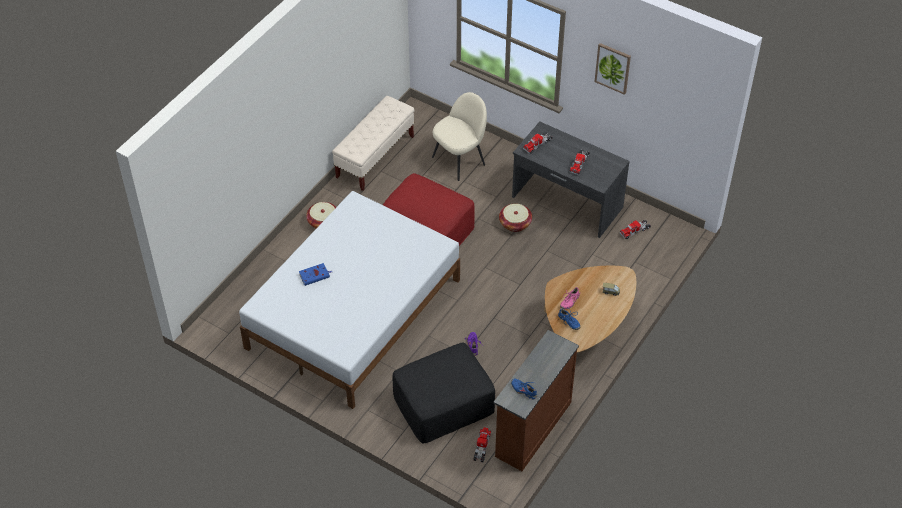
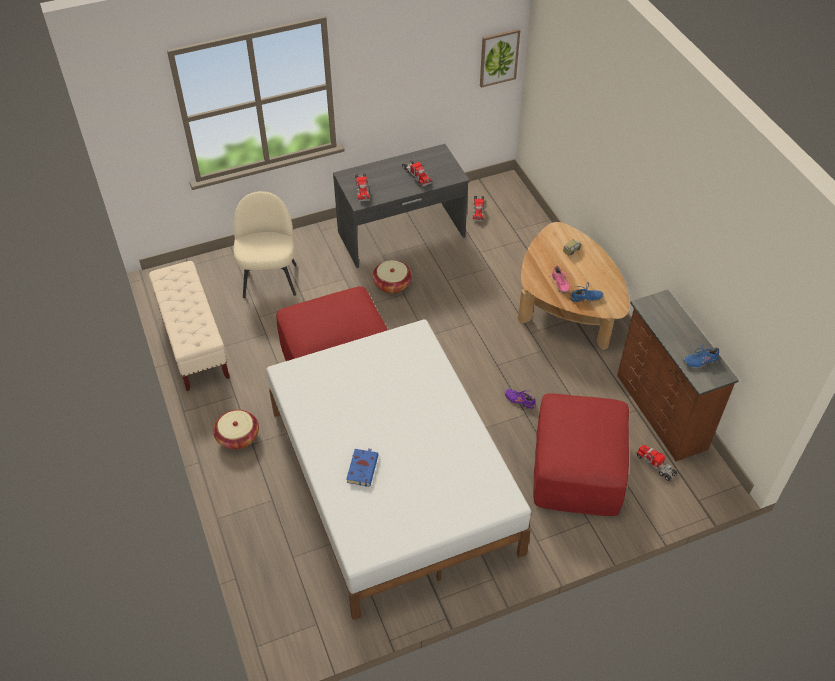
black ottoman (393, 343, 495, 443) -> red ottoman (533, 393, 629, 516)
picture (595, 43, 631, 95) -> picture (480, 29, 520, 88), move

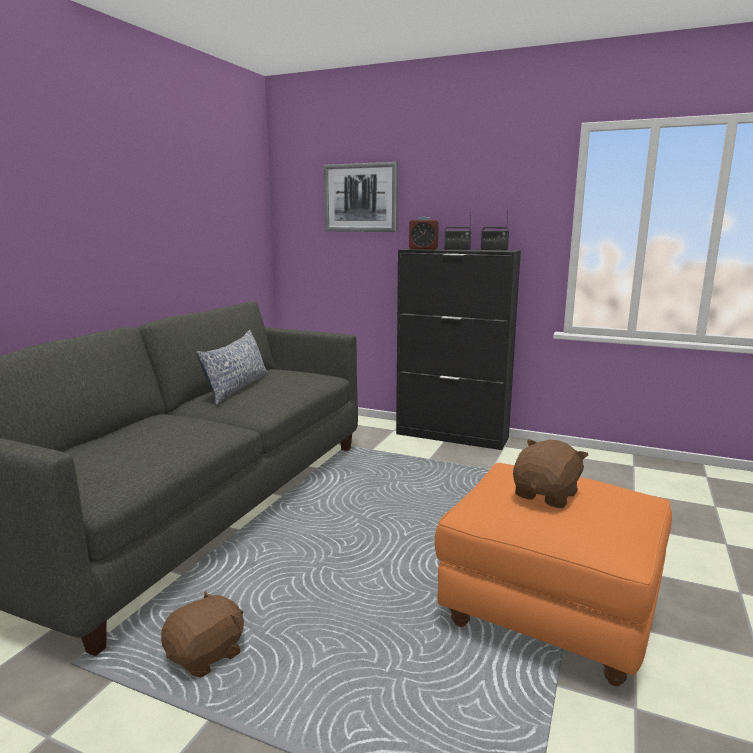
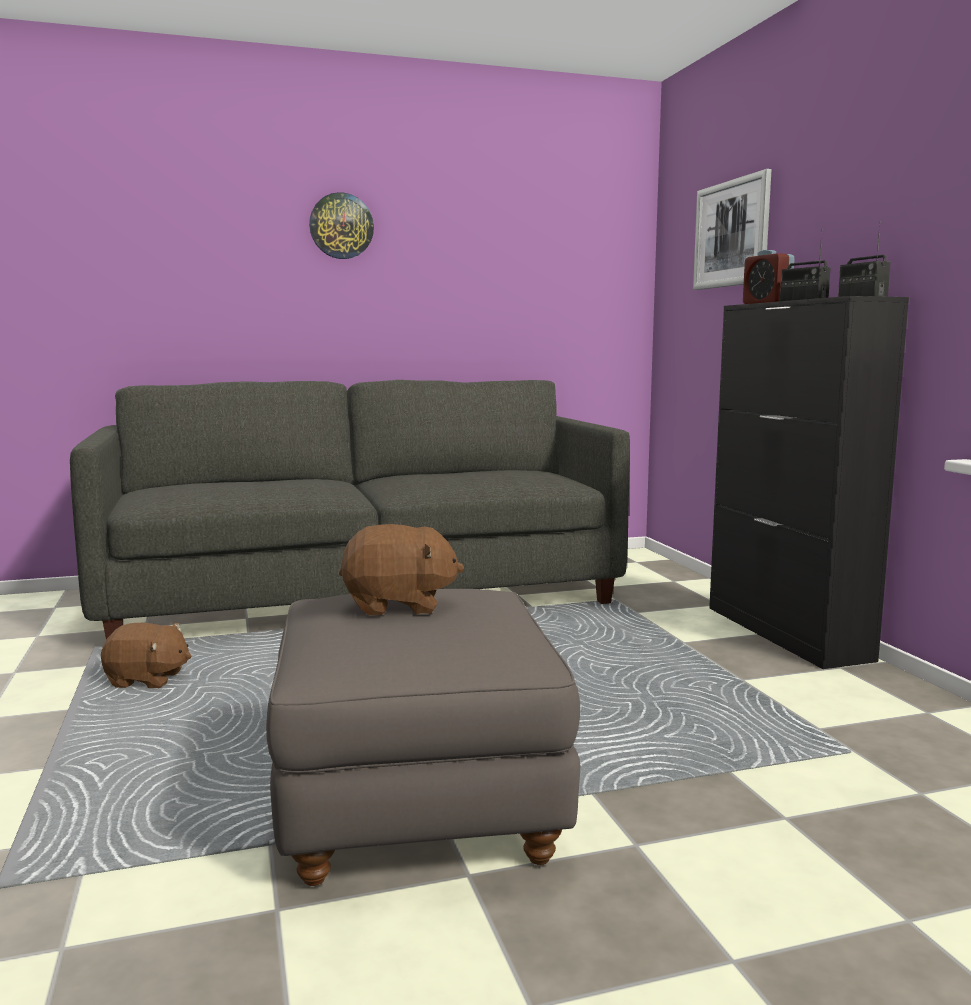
pillow (196, 330, 268, 405) -> none
orange ottoman (435, 463, 672, 686) -> grey ottoman (266, 589, 580, 886)
none -> wall clock (309, 192, 374, 259)

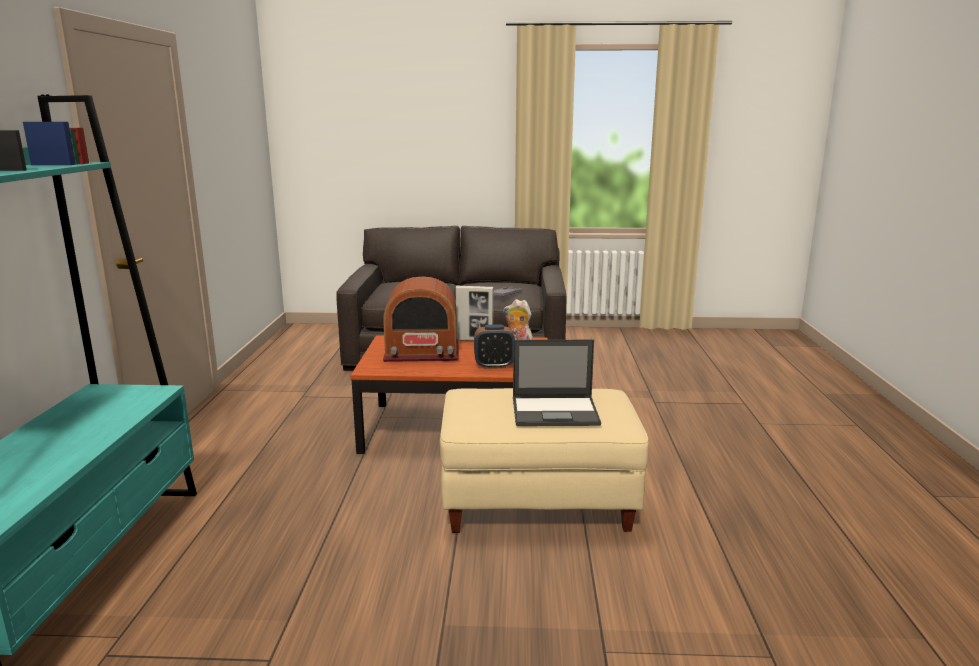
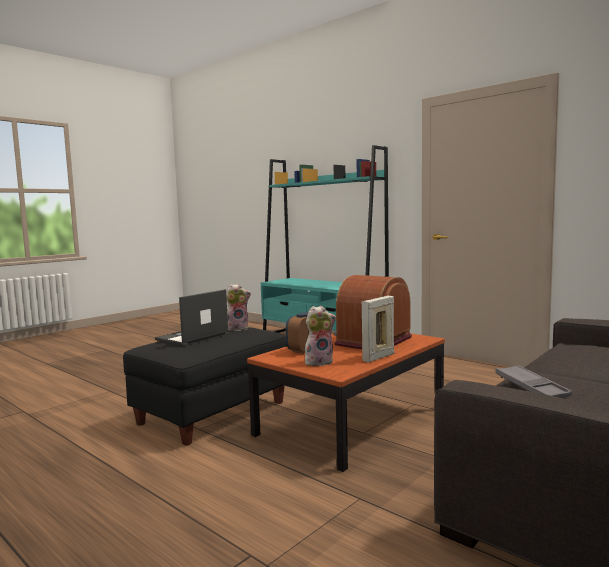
beige ottoman (440, 388, 649, 533) -> black ottoman (123, 327, 287, 446)
none -> plush toy (226, 284, 251, 331)

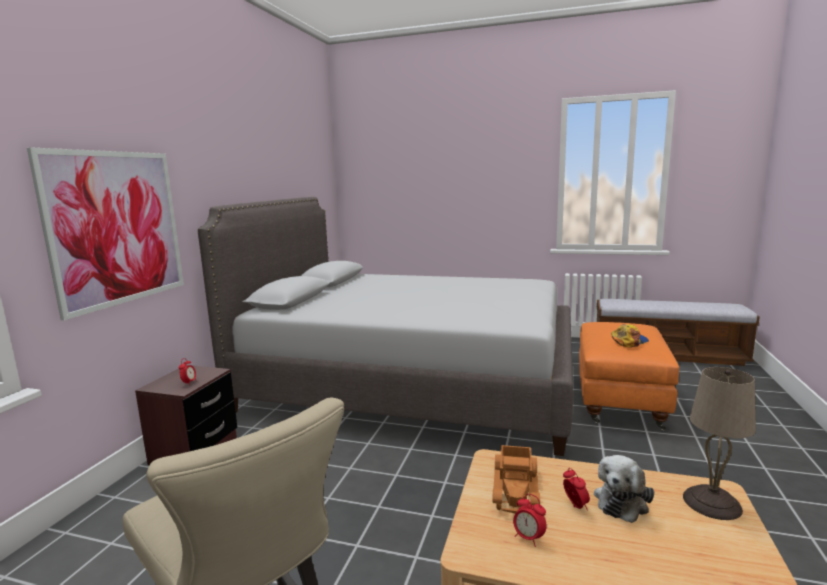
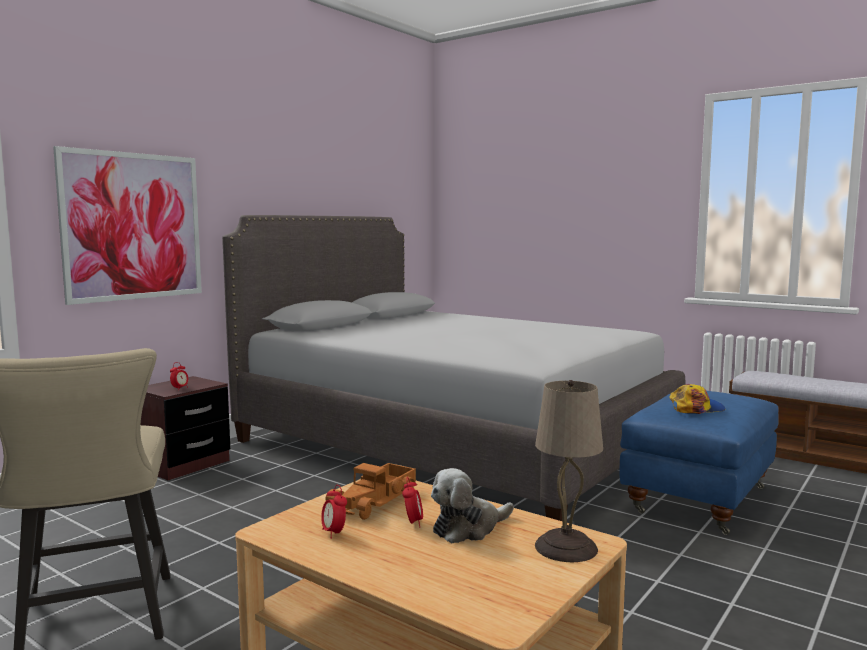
orange ottoman (579, 322, 679, 430) -> blue ottoman (619, 391, 779, 535)

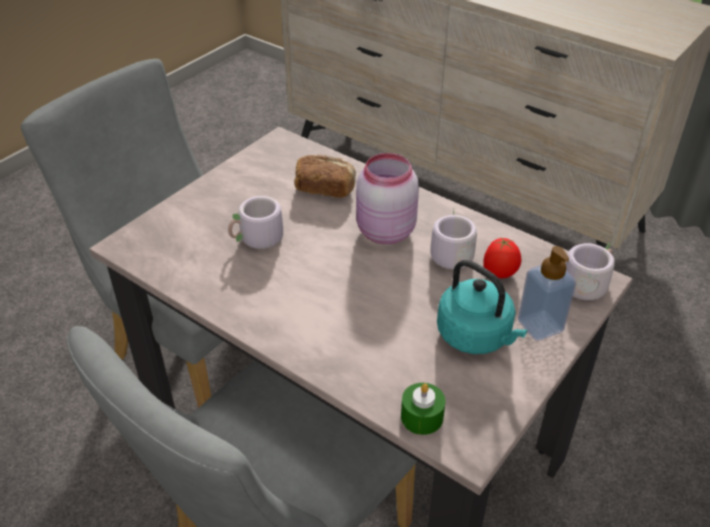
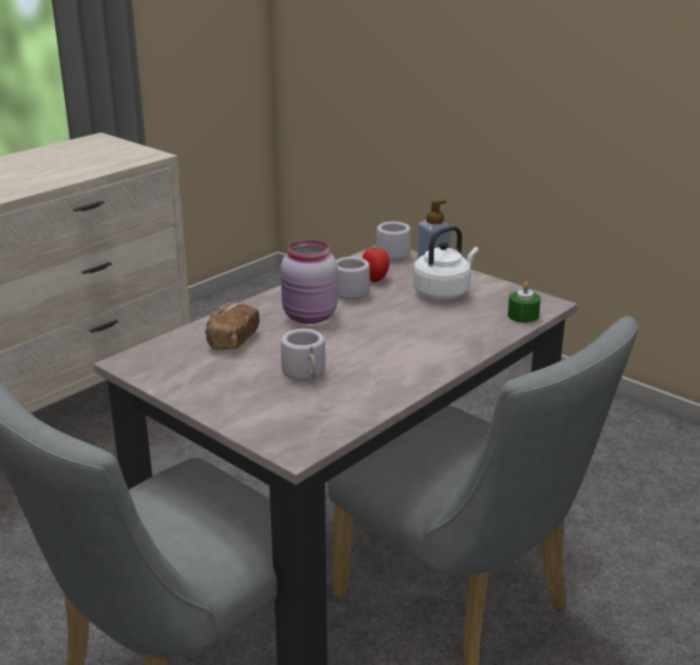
turquoise kettle (437, 260, 528, 354) -> white kettle (413, 226, 479, 300)

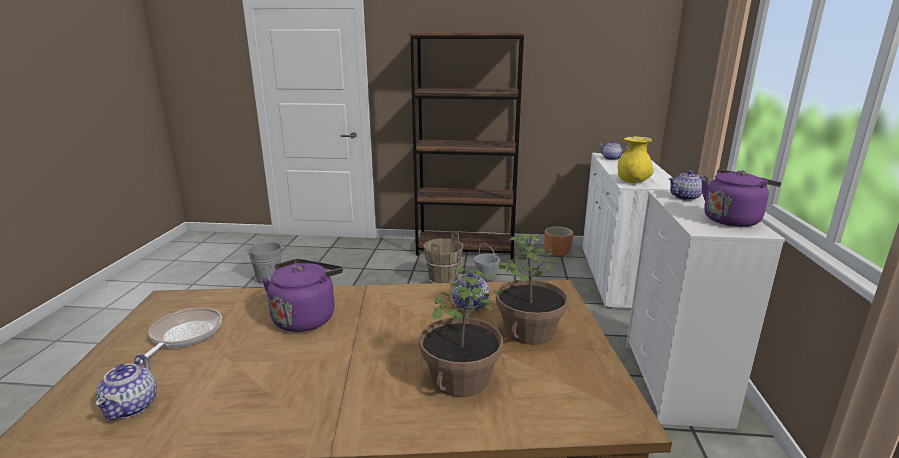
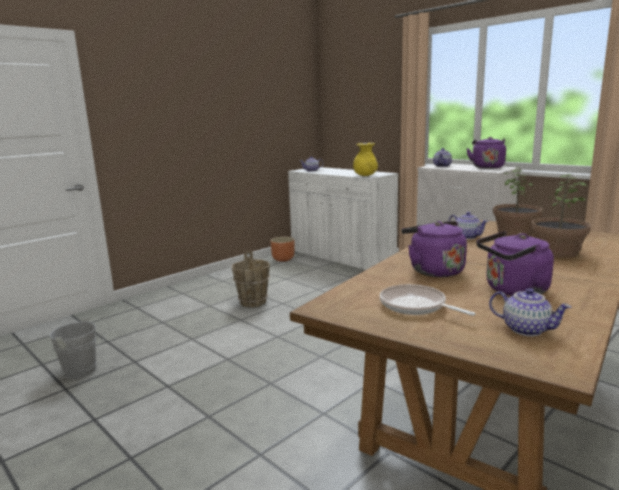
brown bookcase (410, 32, 525, 259) -> none
grey bucket (474, 243, 500, 282) -> none
none -> purple kettle (476, 231, 554, 296)

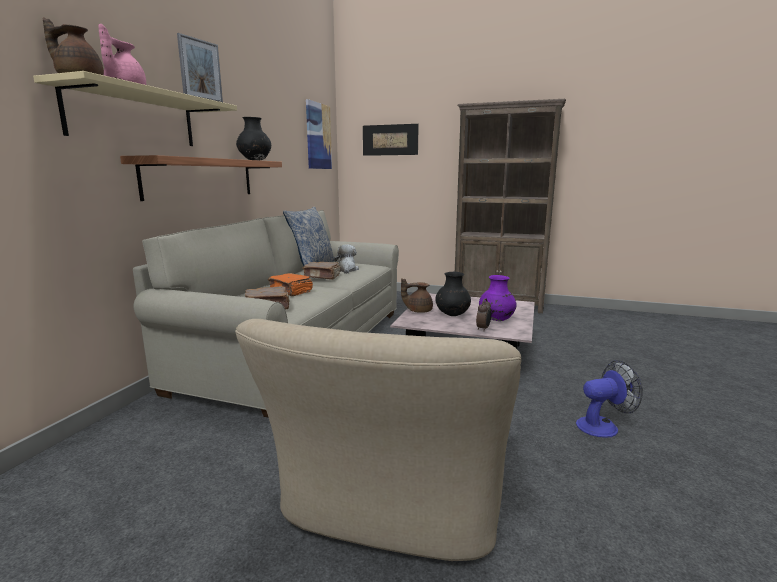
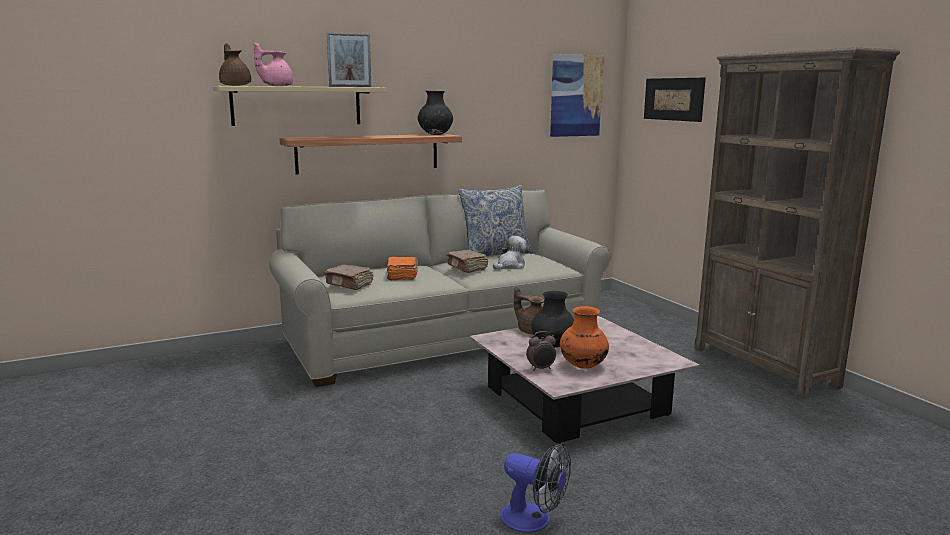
beige armchair (235, 319, 522, 561) -> none
purple vase (479, 275, 517, 321) -> orange vase (560, 306, 609, 369)

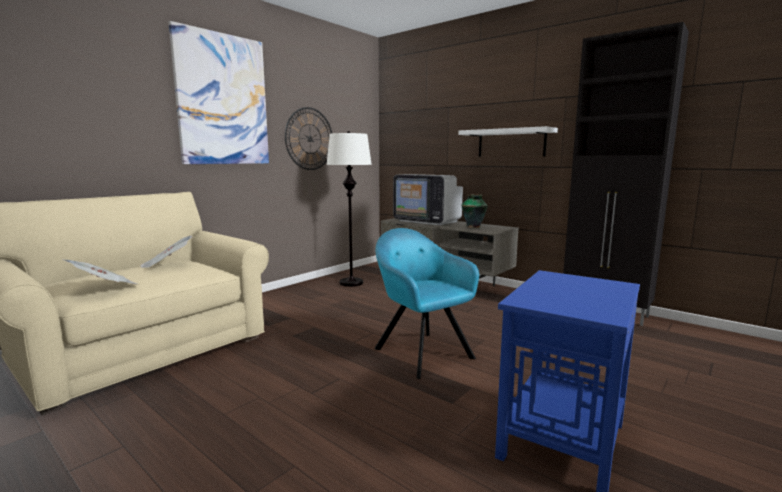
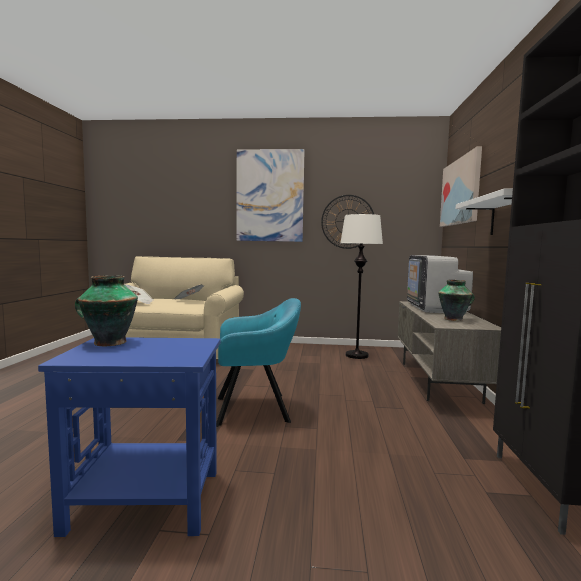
turquoise armchair (374, 228, 479, 379) -> turquoise armchair (216, 298, 301, 427), 60 degrees clockwise
none -> vase (75, 275, 138, 346)
none -> picture (440, 147, 482, 227)

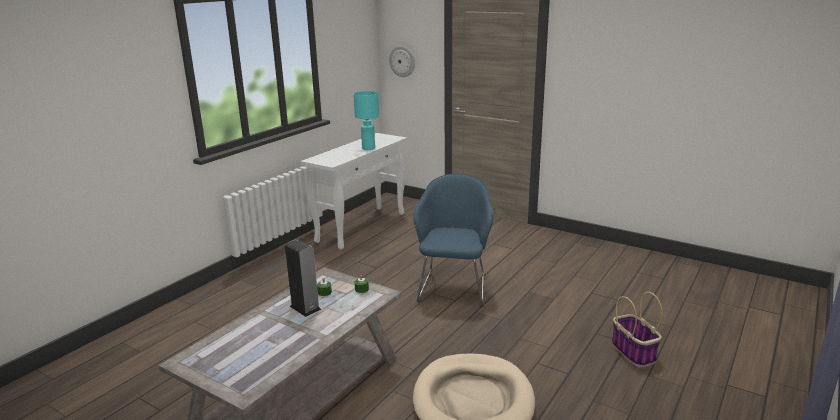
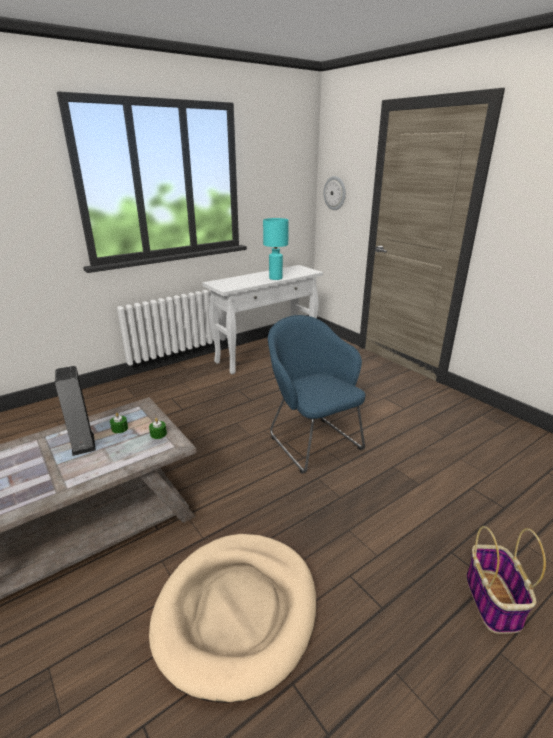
blue armchair (413, 173, 493, 307) -> blue armchair (268, 315, 366, 474), 60 degrees counterclockwise

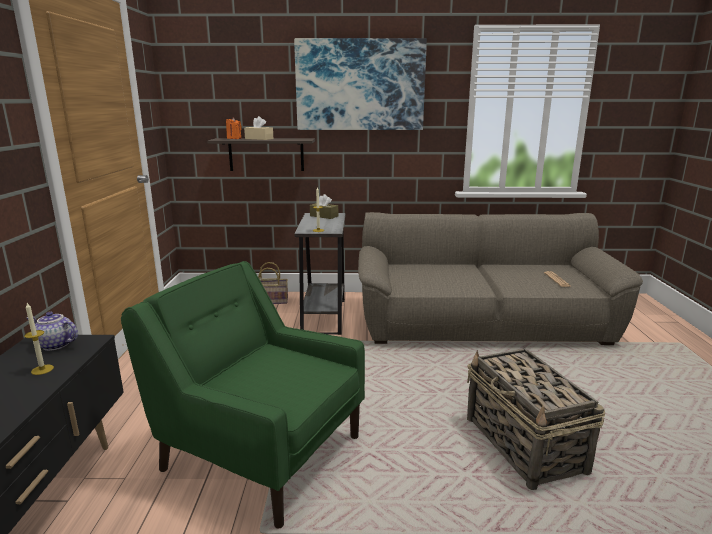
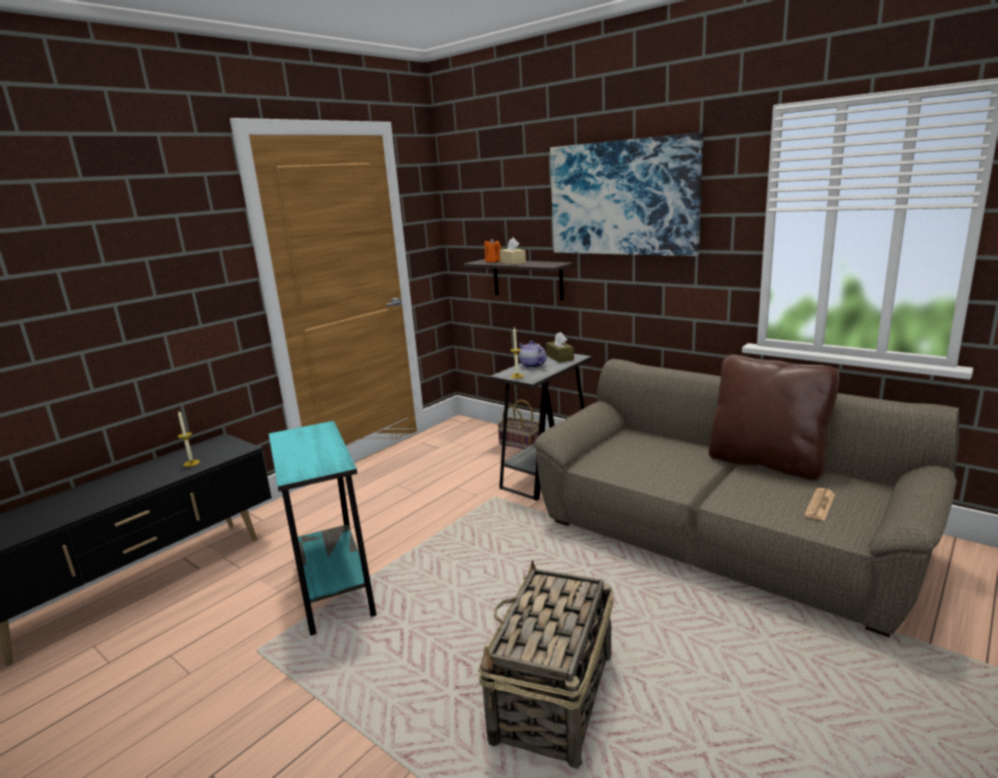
teapot (27, 312, 78, 351) -> teapot (519, 341, 546, 368), move
green armchair (121, 261, 365, 529) -> turquoise side table (269, 421, 376, 636)
none -> brown pillow (709, 354, 840, 480)

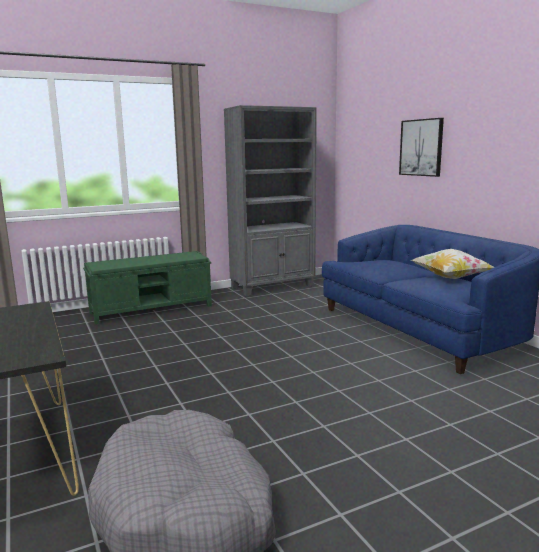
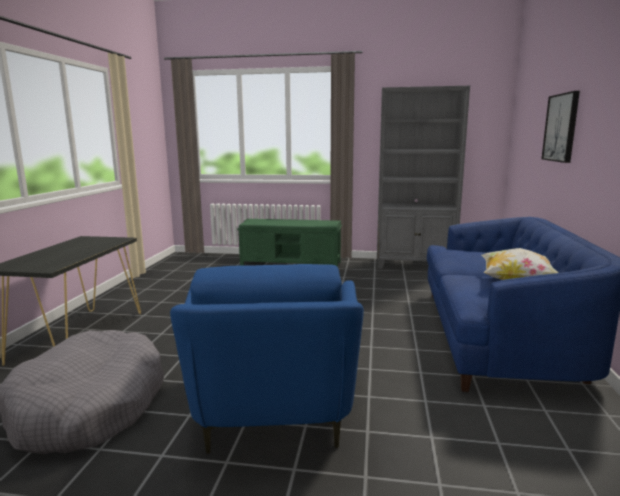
none -> blue armchair (170, 264, 364, 454)

